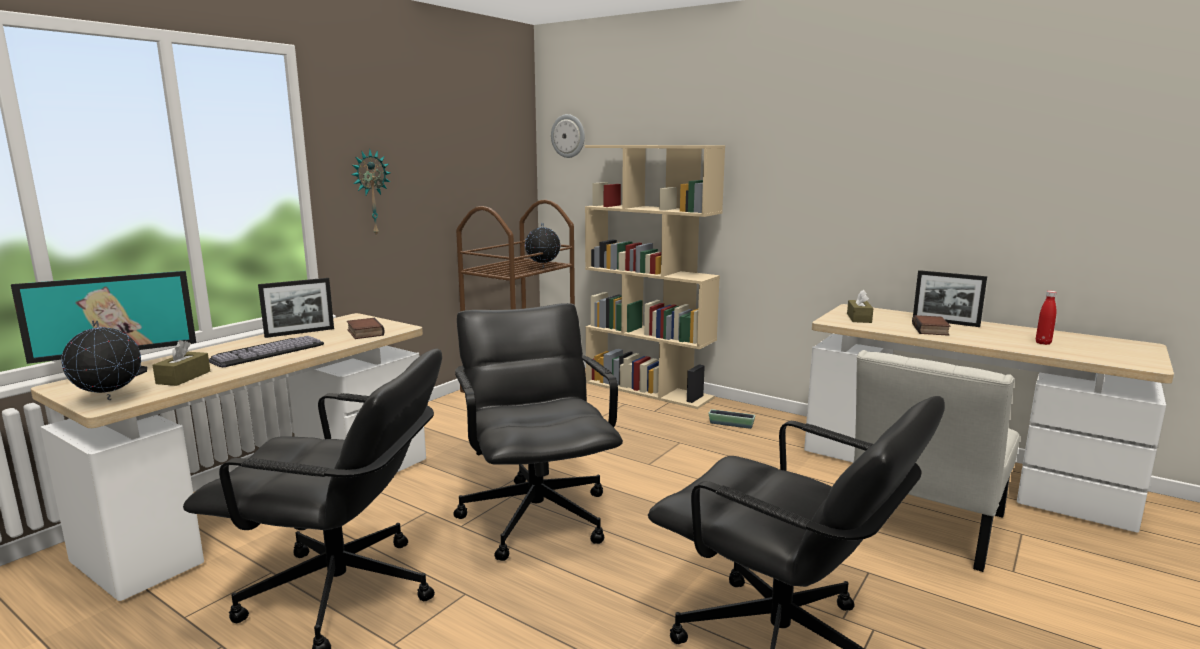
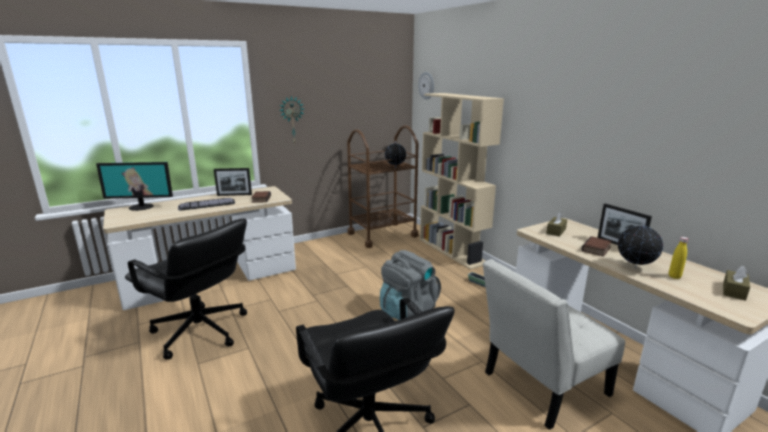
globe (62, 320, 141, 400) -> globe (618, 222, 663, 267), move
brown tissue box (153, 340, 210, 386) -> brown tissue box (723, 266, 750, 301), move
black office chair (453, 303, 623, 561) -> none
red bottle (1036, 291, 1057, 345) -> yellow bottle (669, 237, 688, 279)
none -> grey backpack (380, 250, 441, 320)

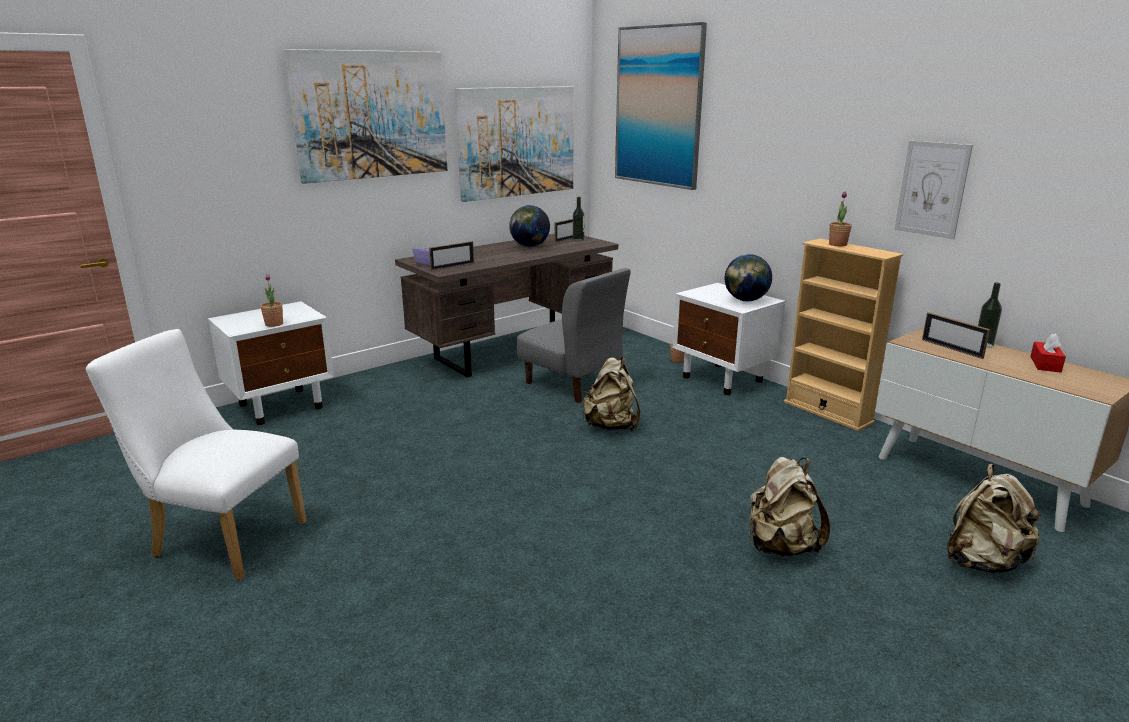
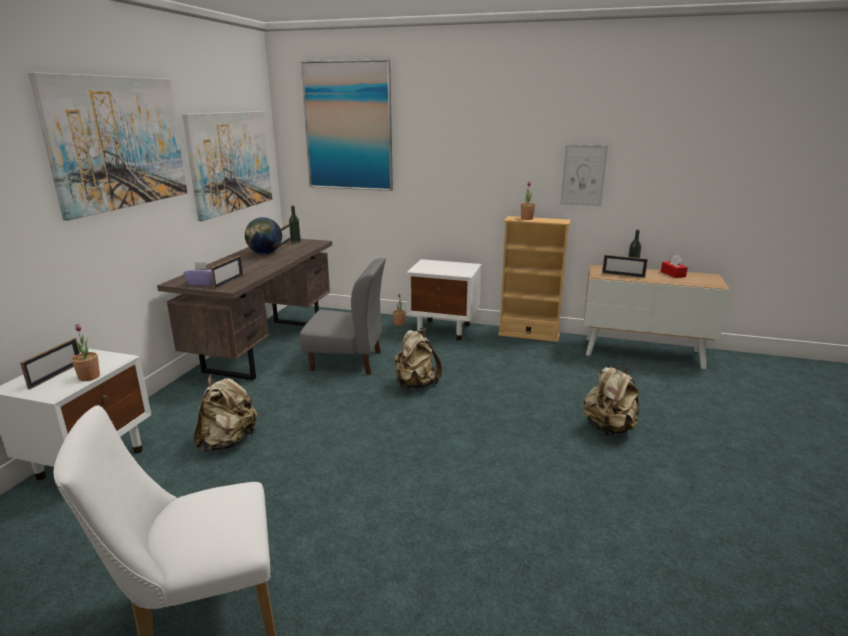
globe (725, 254, 772, 302) -> none
beige backpack (947, 464, 1043, 573) -> beige backpack (194, 374, 257, 451), move
none -> picture frame (20, 338, 80, 389)

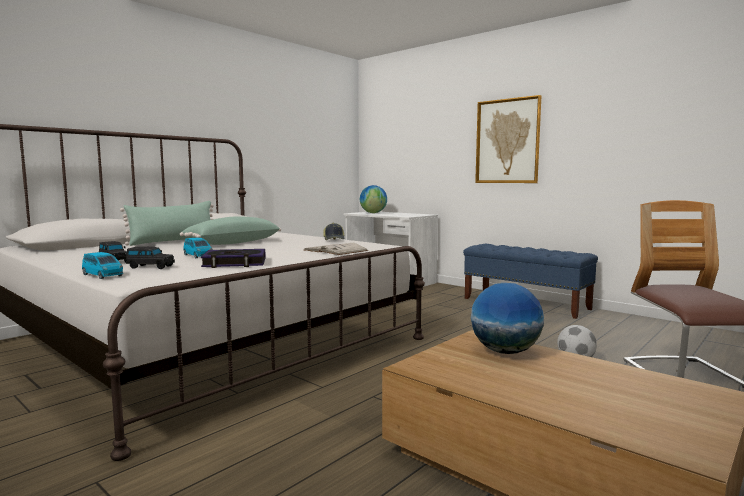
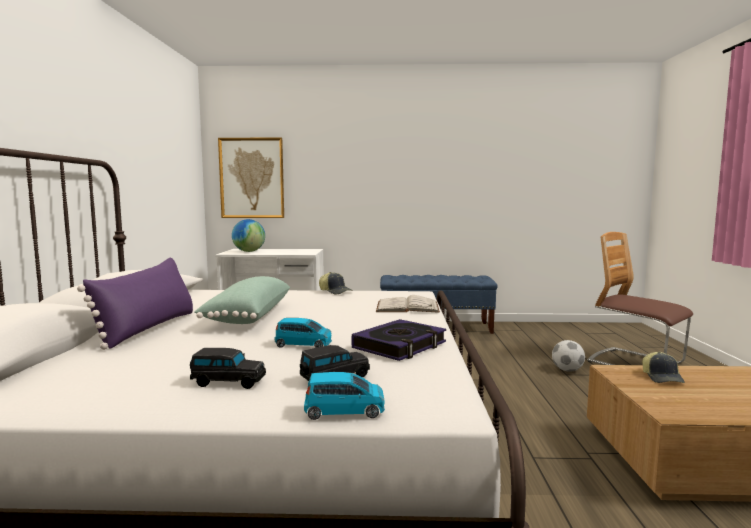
green pillow (120, 201, 214, 246) -> purple pillow (77, 257, 193, 350)
globe (471, 283, 544, 354) -> cap (642, 351, 685, 383)
picture (475, 95, 541, 183) -> picture (218, 138, 284, 218), move

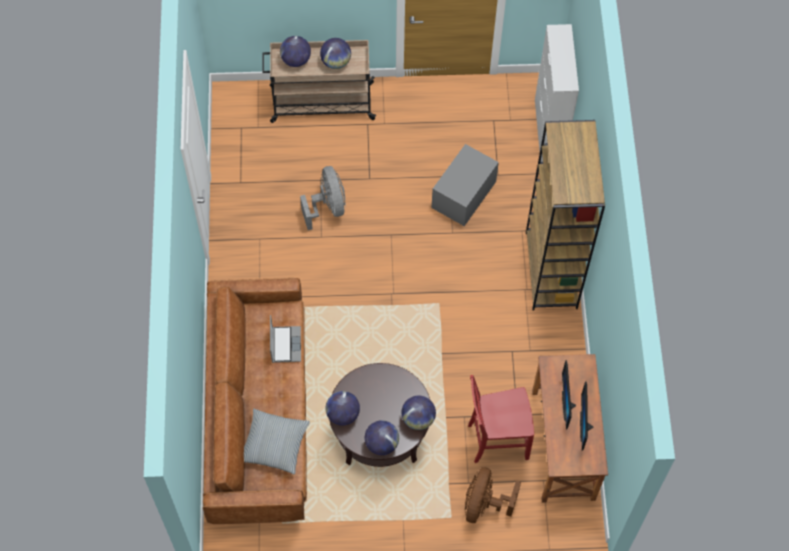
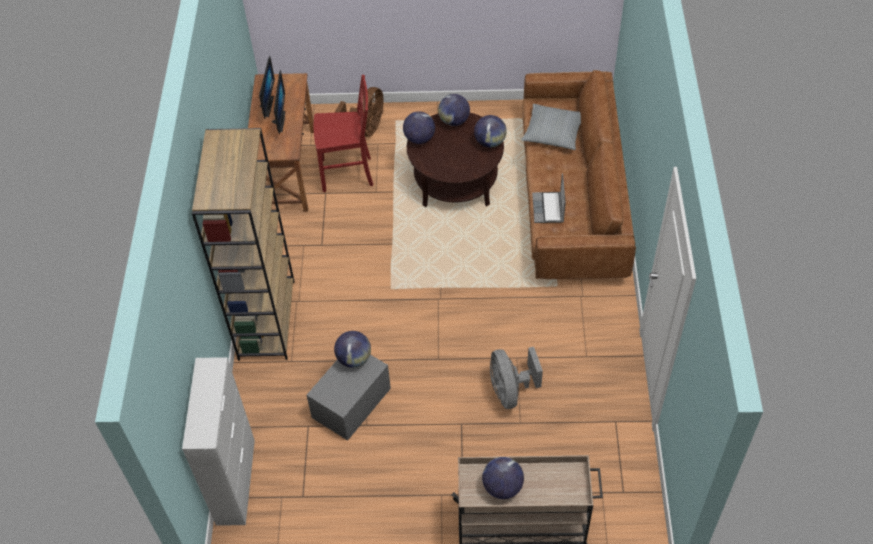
globe (280, 36, 311, 67) -> globe (334, 331, 371, 368), move

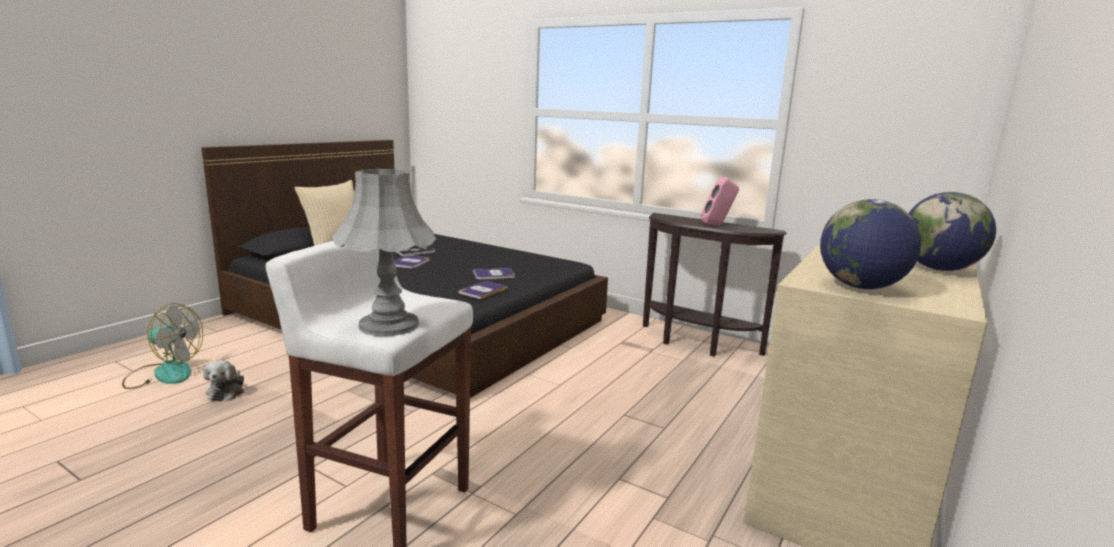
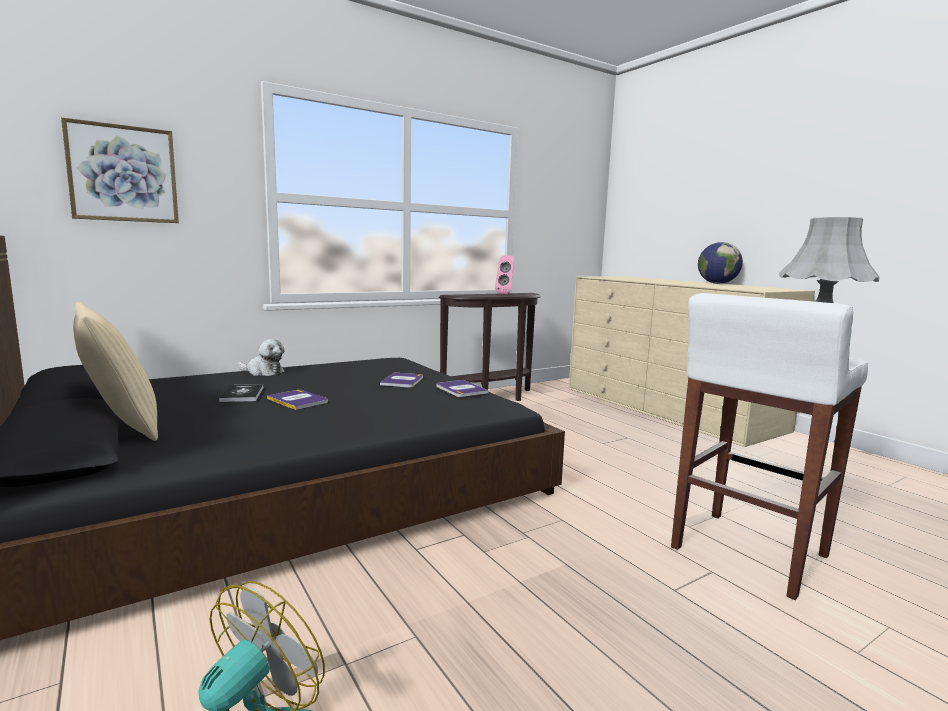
plush toy (203, 360, 244, 401) -> plush toy (238, 339, 285, 376), move
globe (820, 199, 921, 289) -> none
none -> picture (61, 117, 179, 223)

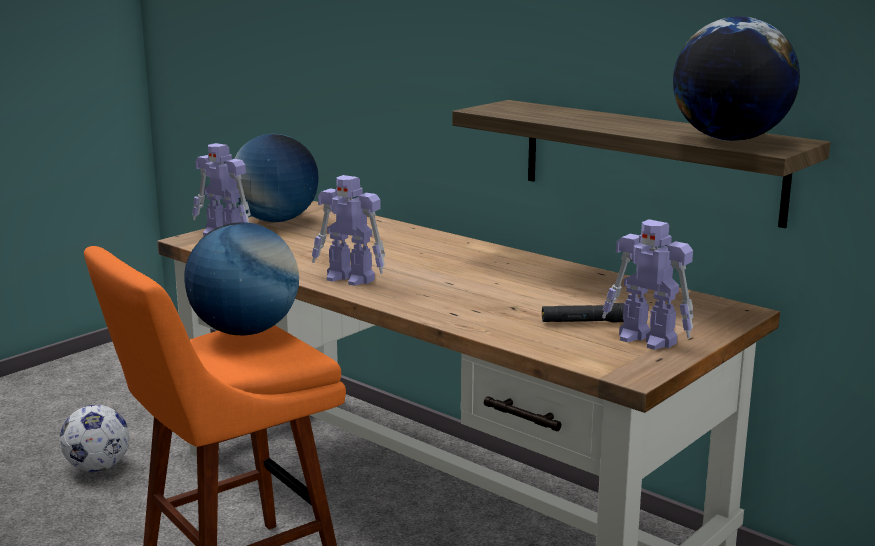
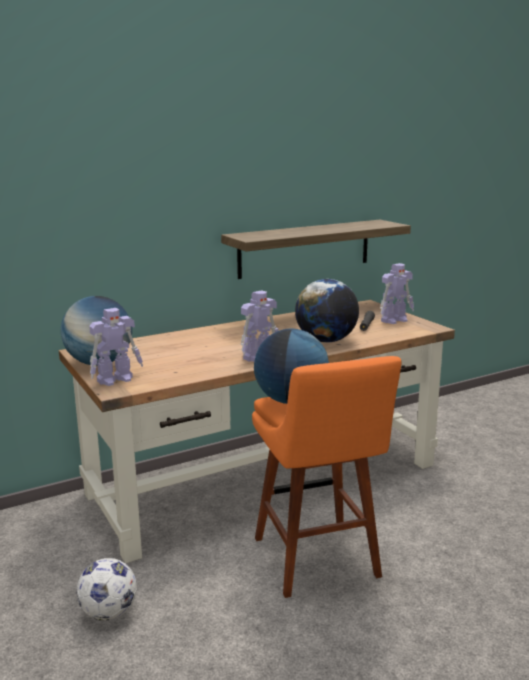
globe (673, 17, 800, 141) -> globe (295, 279, 359, 343), move

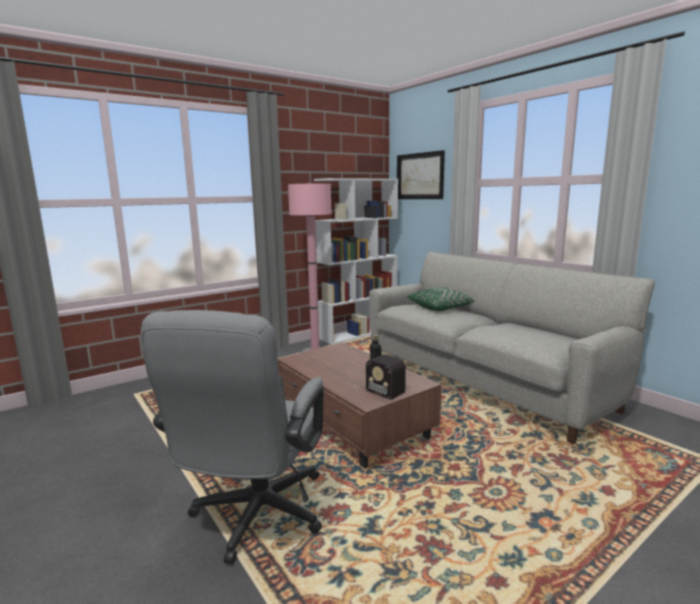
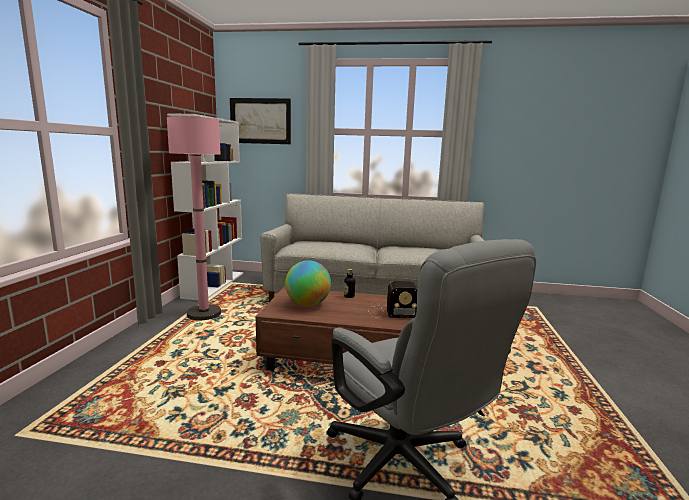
green pillow (407, 287, 475, 311) -> none
none -> globe (285, 261, 331, 306)

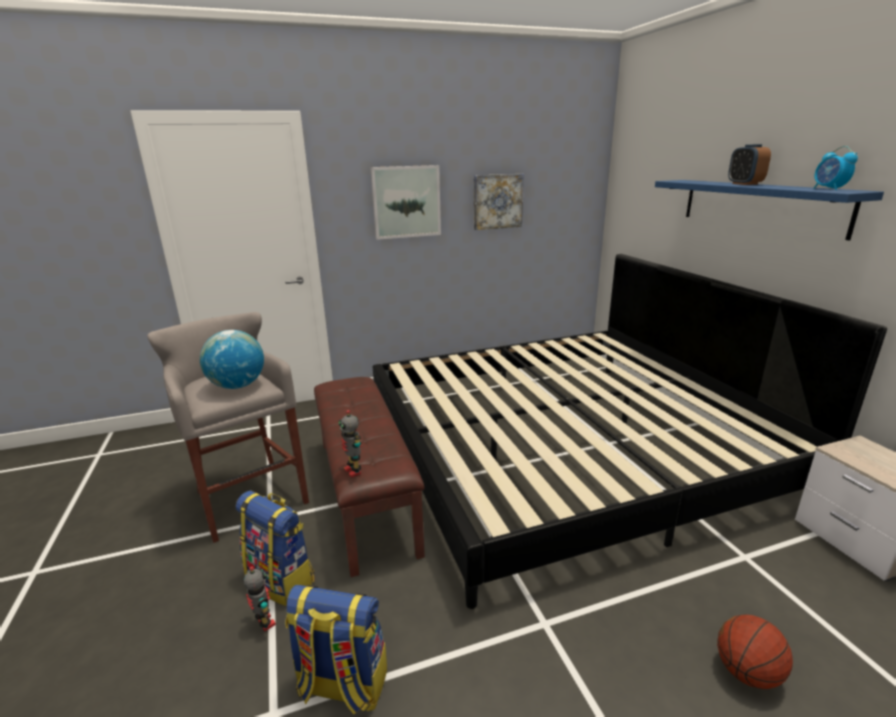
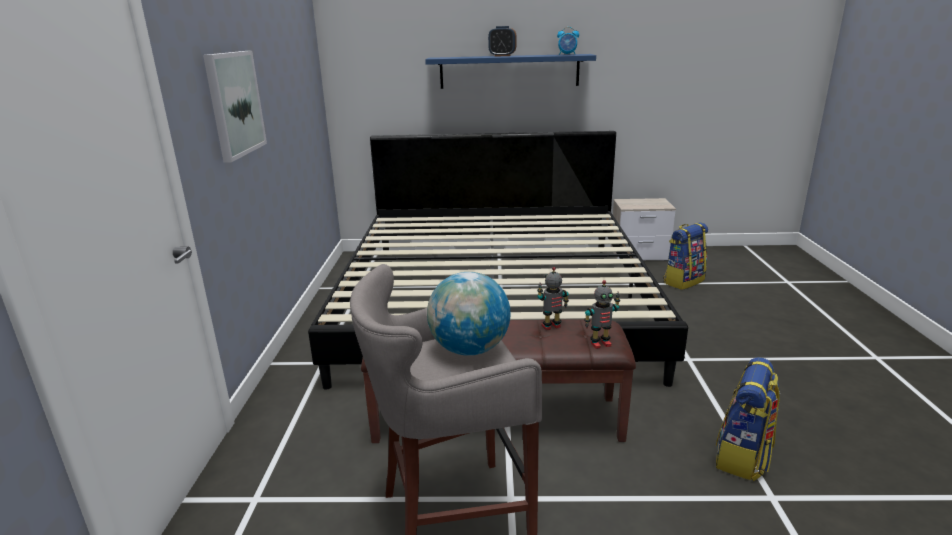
backpack (236, 490, 314, 606) -> backpack (663, 222, 708, 290), move
toy robot (244, 566, 276, 632) -> toy robot (537, 267, 569, 330), move
picture (474, 174, 524, 230) -> none
basketball (717, 614, 793, 689) -> none

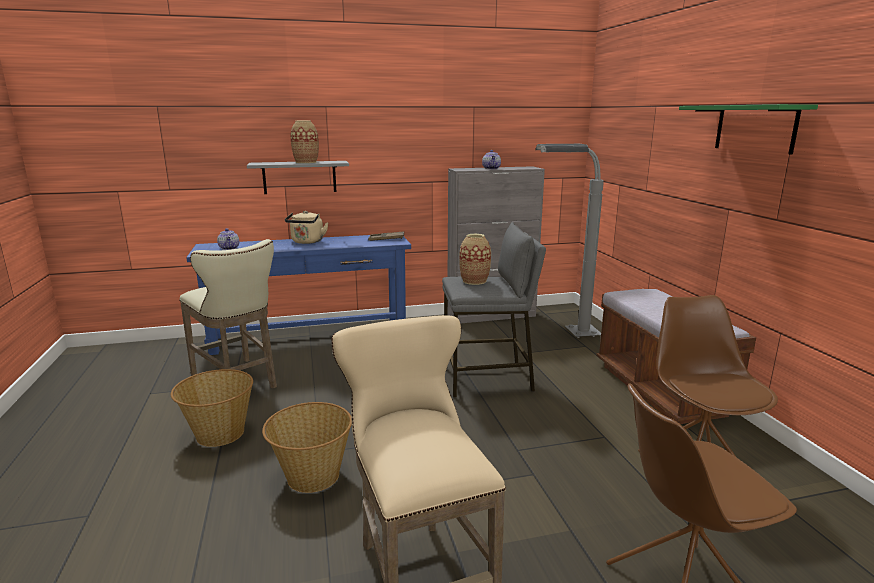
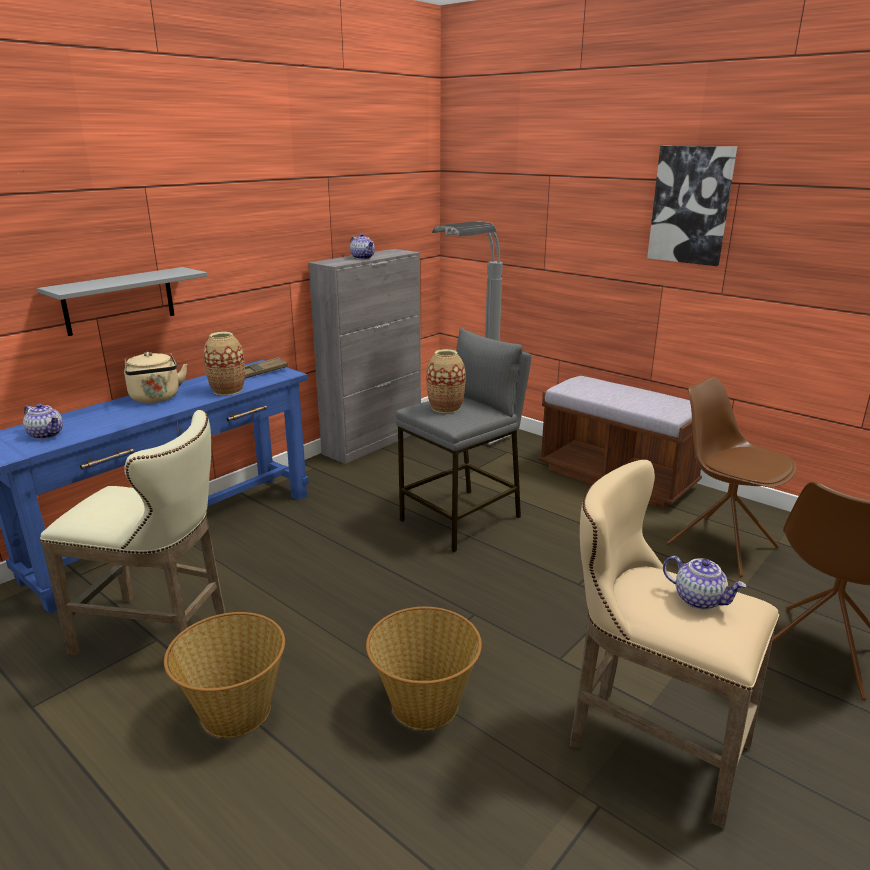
vase (291, 121, 319, 163) -> vase (203, 332, 245, 395), move
green shelf (679, 104, 818, 155) -> picture (647, 146, 737, 266)
none -> teapot (663, 556, 746, 610)

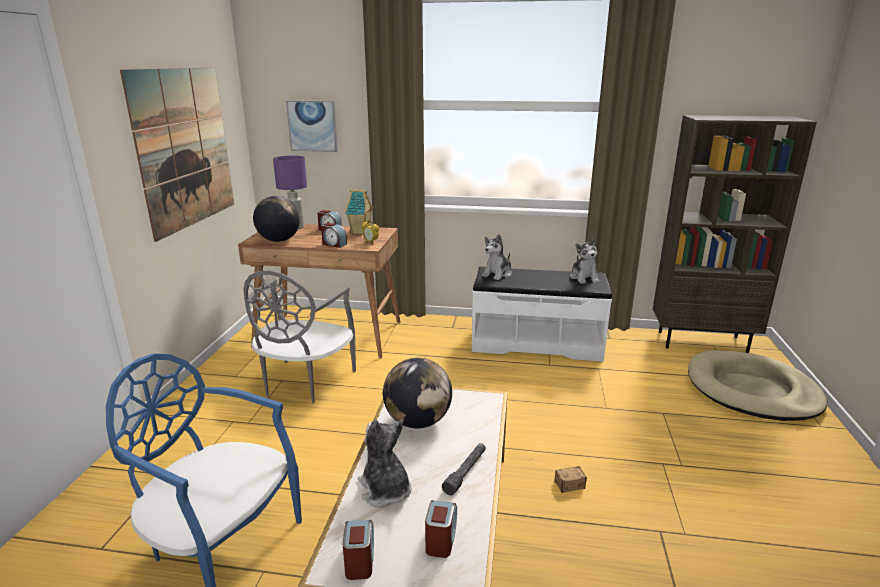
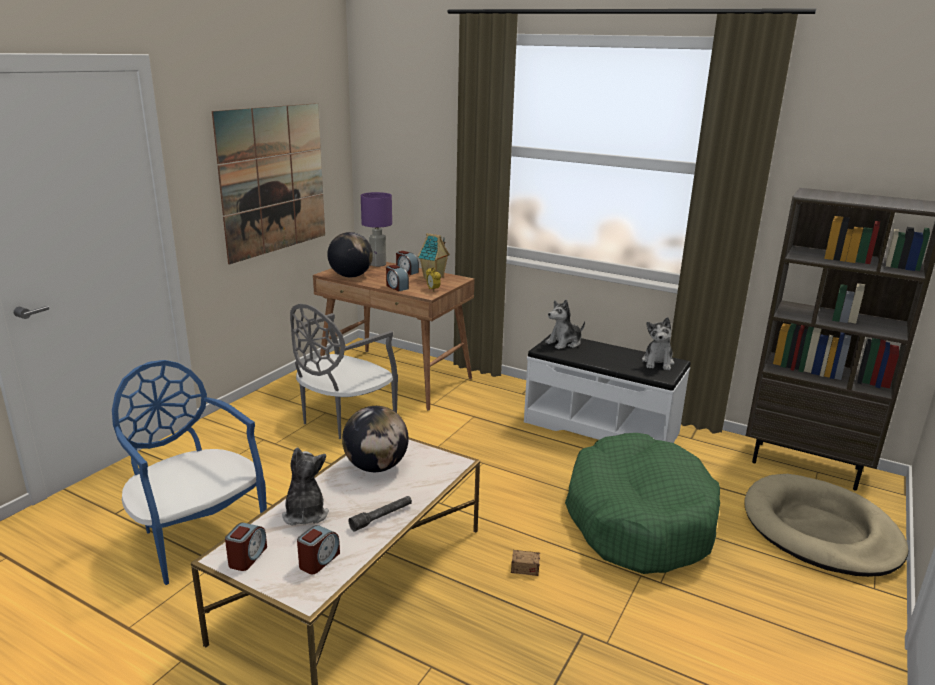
picture (286, 100, 338, 152) -> none
none -> green dog bed (565, 433, 720, 574)

